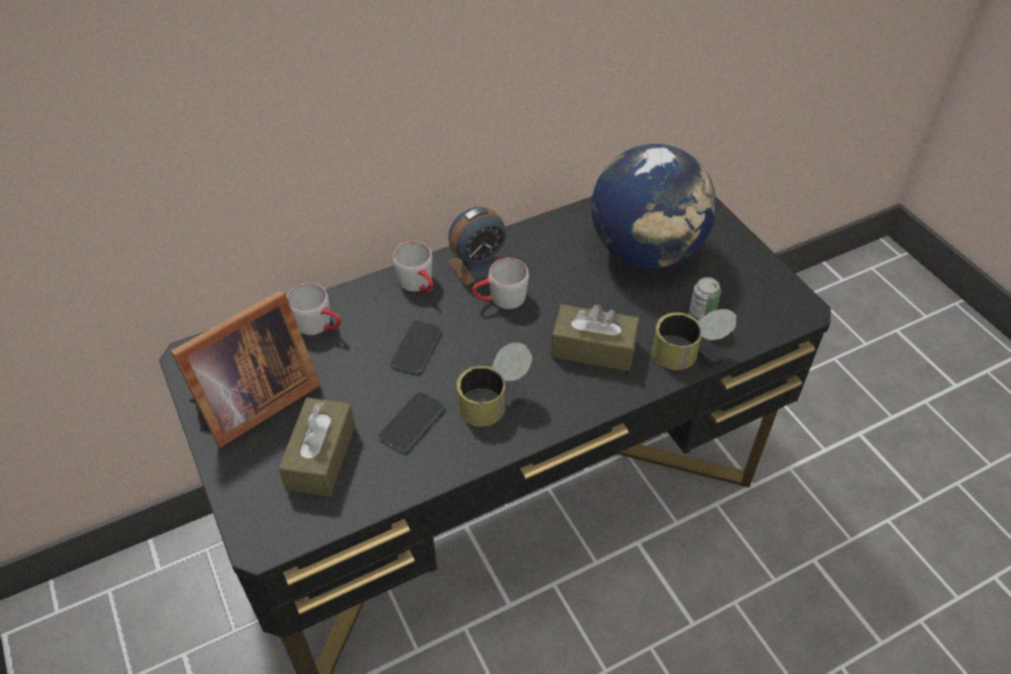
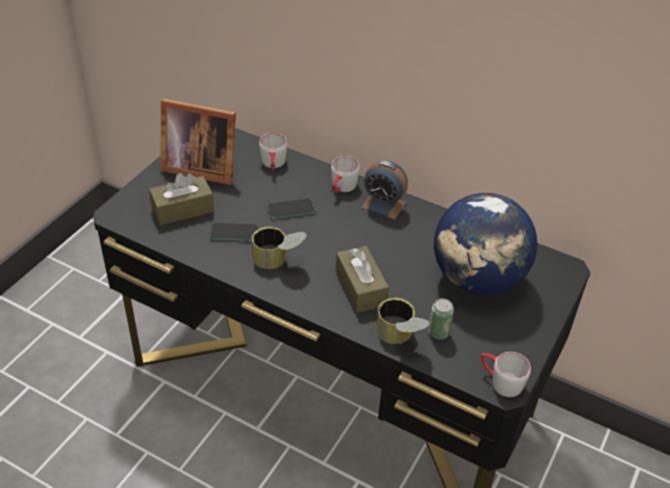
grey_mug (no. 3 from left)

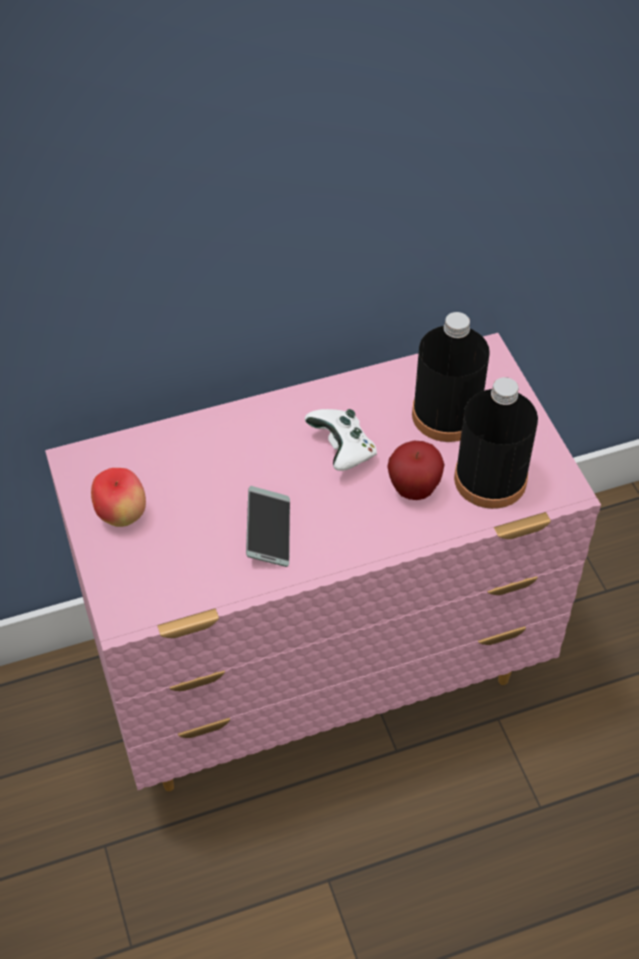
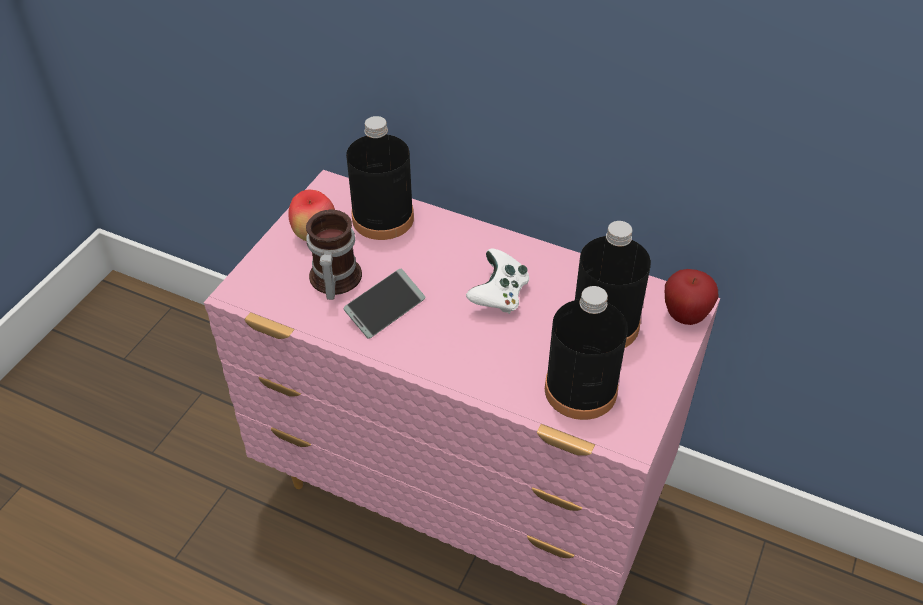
mug; black_bottle (no. 1 from left); apple (no. 2 from left)

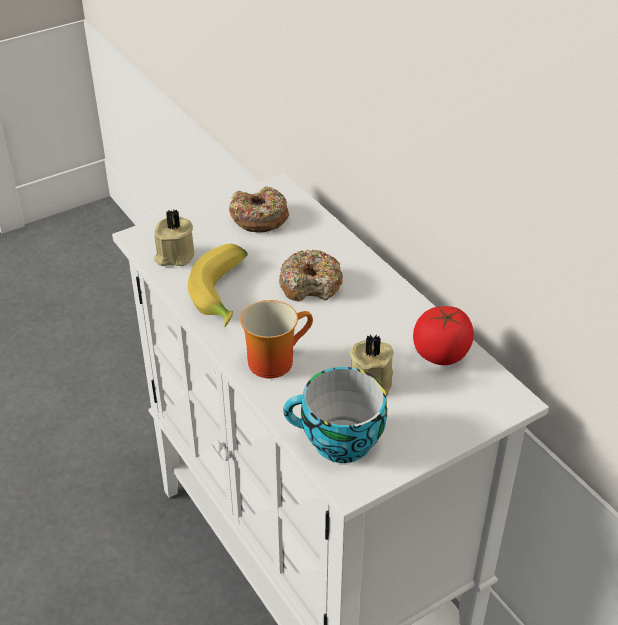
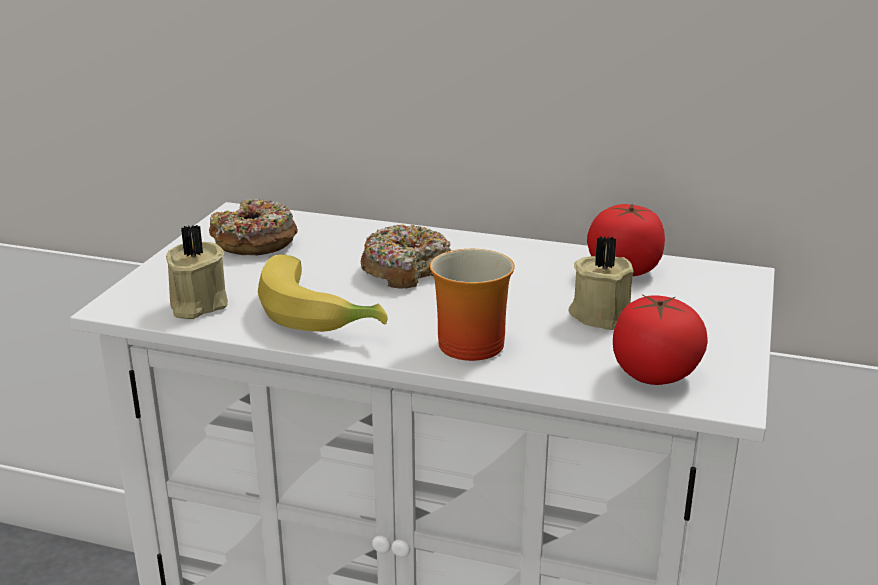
tomato (no. 2 from left)

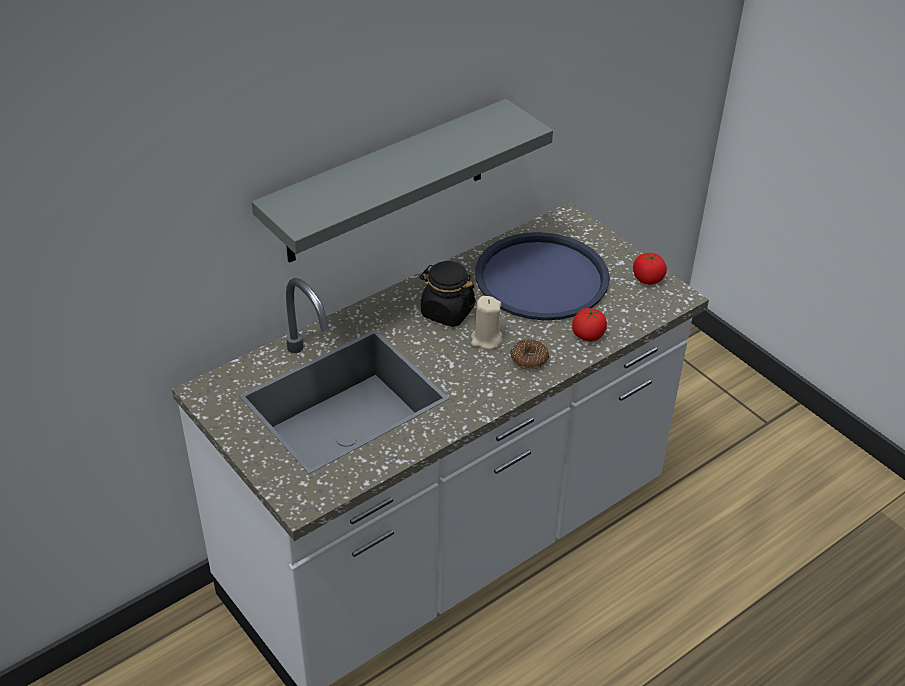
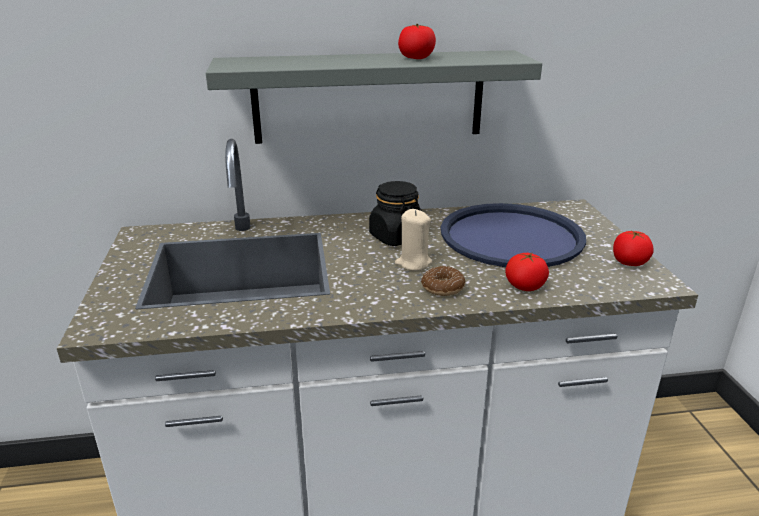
tomato (no. 1 from left)

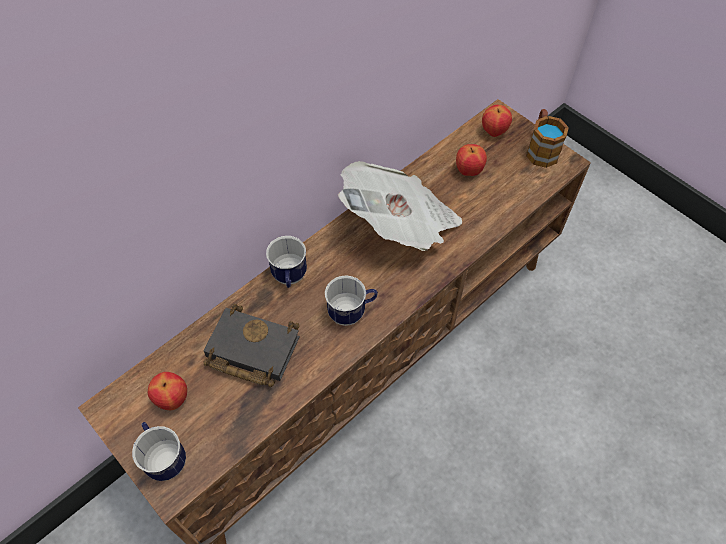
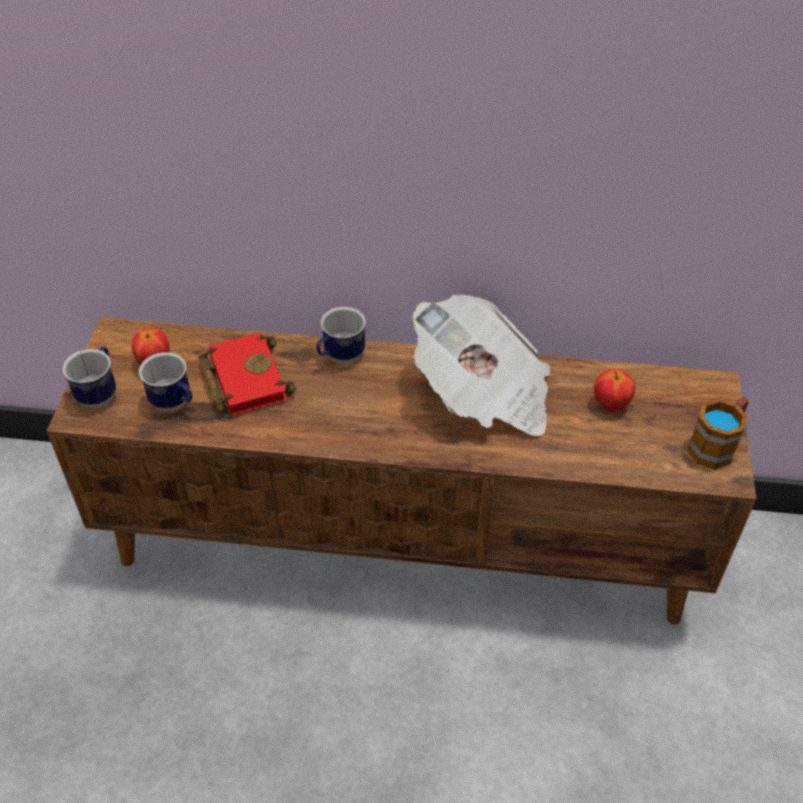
apple (no. 3 from left in the first image); mug (no. 2 from left); red_book

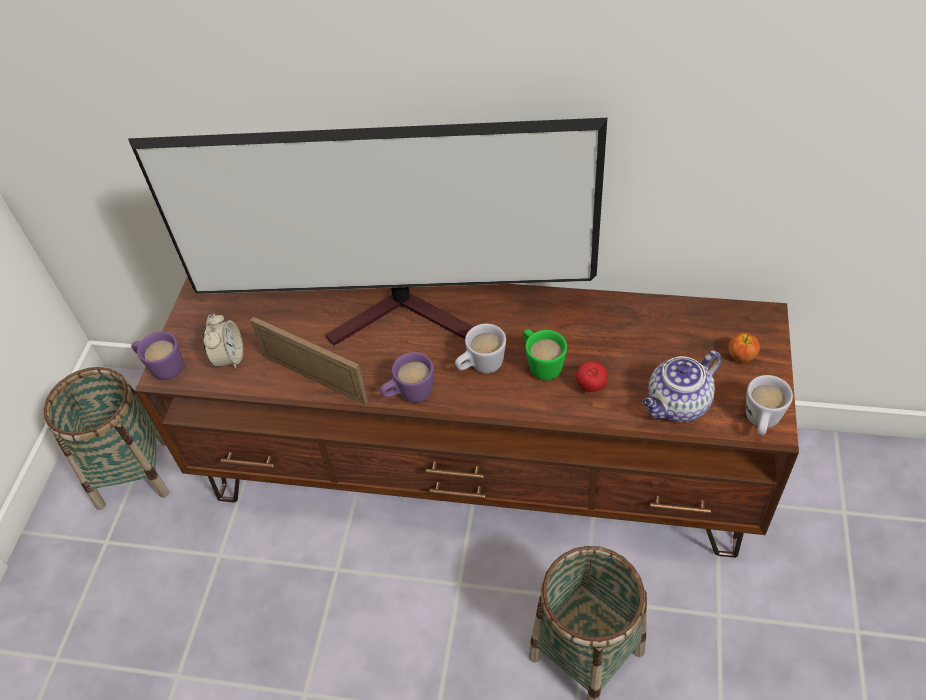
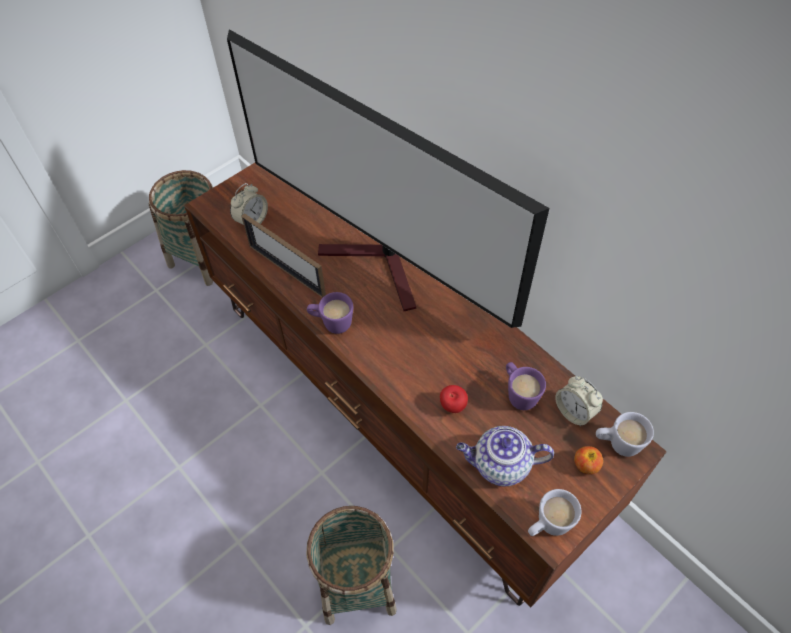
green_mug; alarm_clock (no. 2 from left); purple_mug (no. 2 from left); white_mug (no. 2 from left); picture_frame

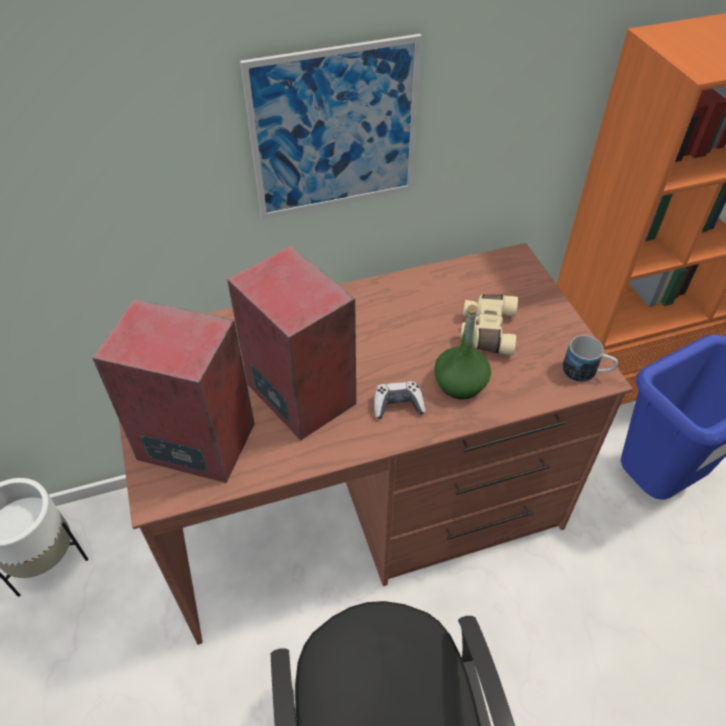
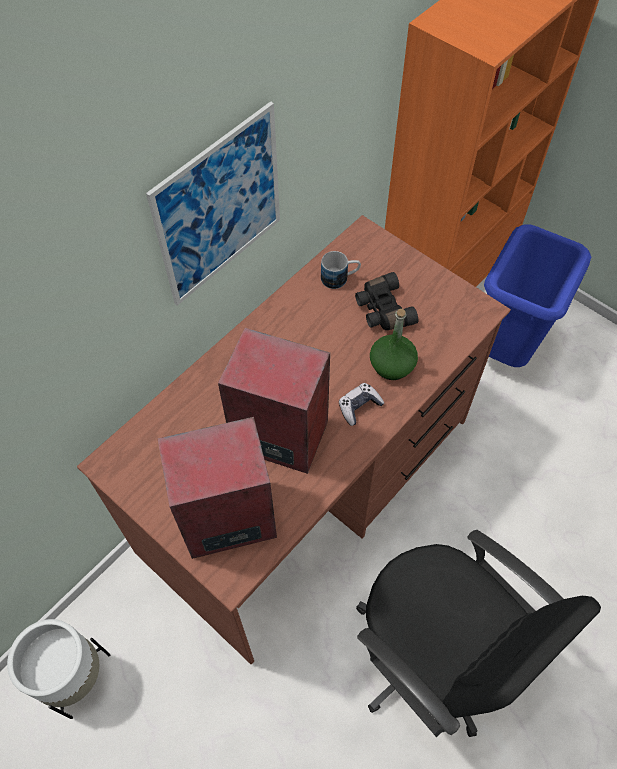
mug; black_binoculars

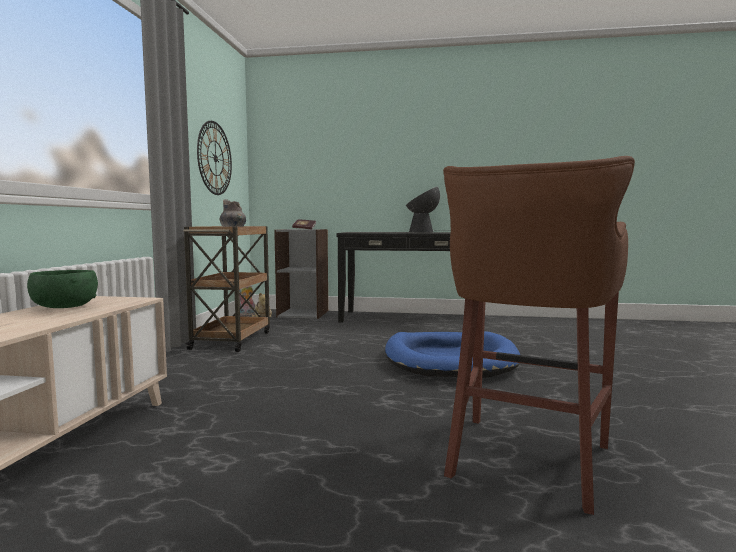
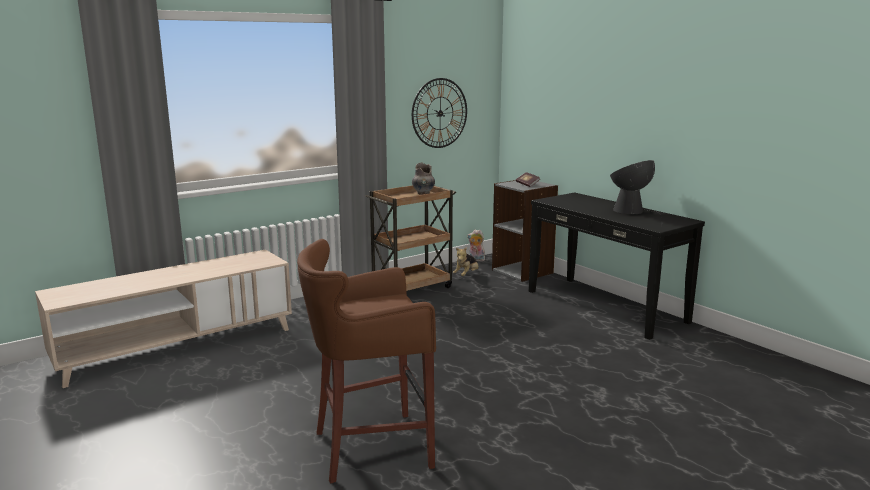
green_bowl; blue_dog_bed

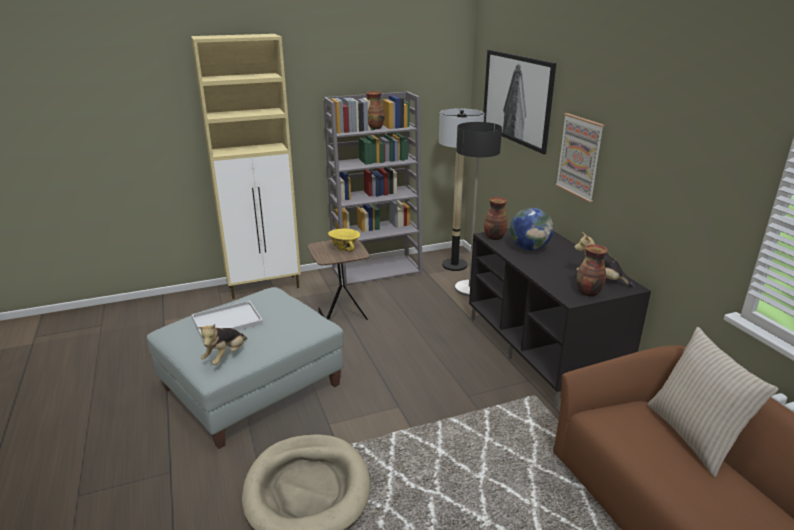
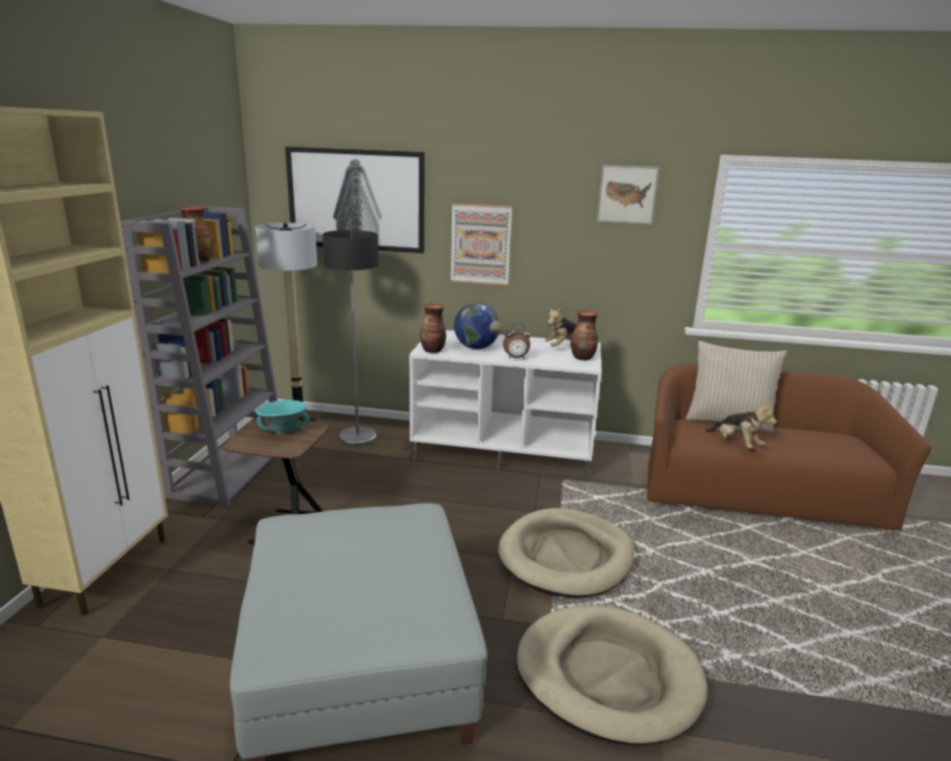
white_tray; beige_dog_bed (no. 1 from left); alarm_clock; picture (no. 3 from left); plush_toy (no. 2 from left); turquoise_bowl; white_tv_stand

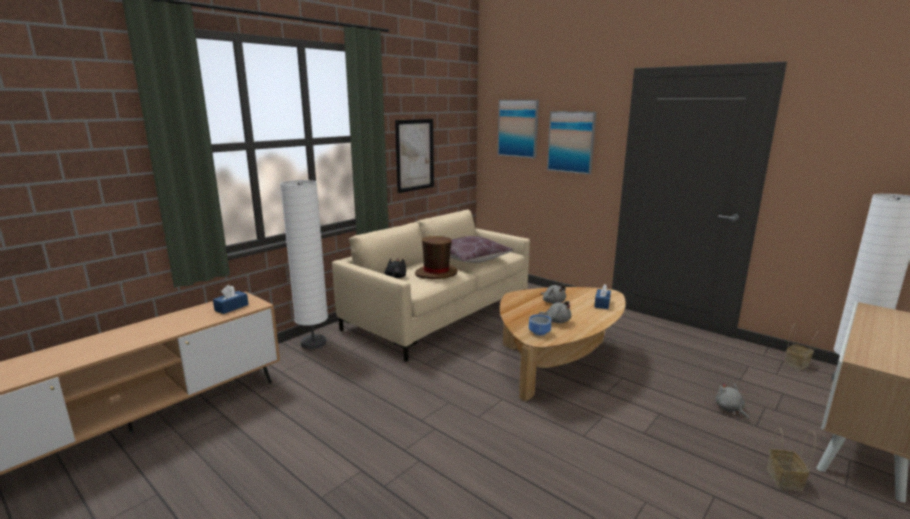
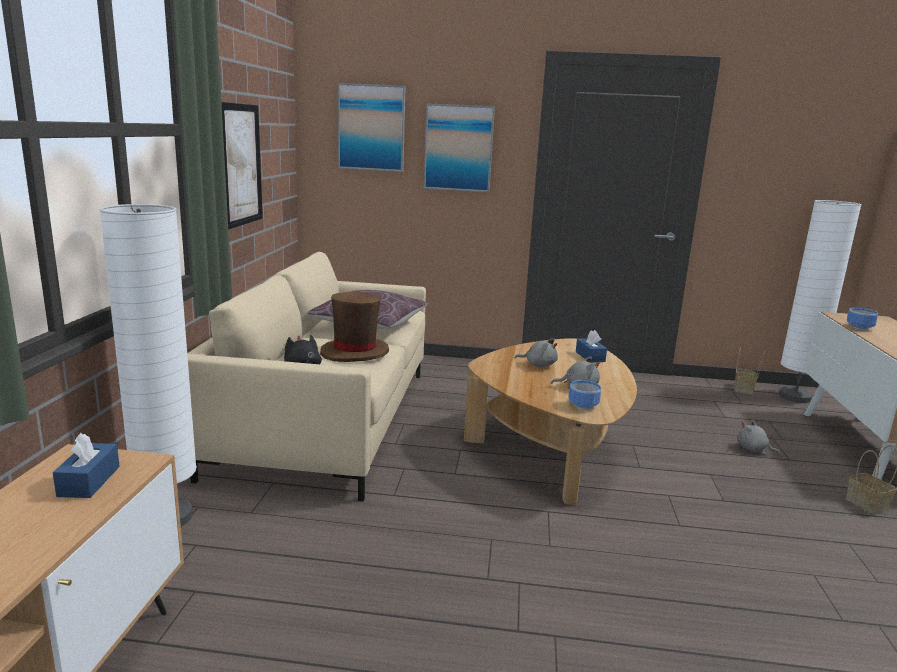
bowl (no. 2 from left)

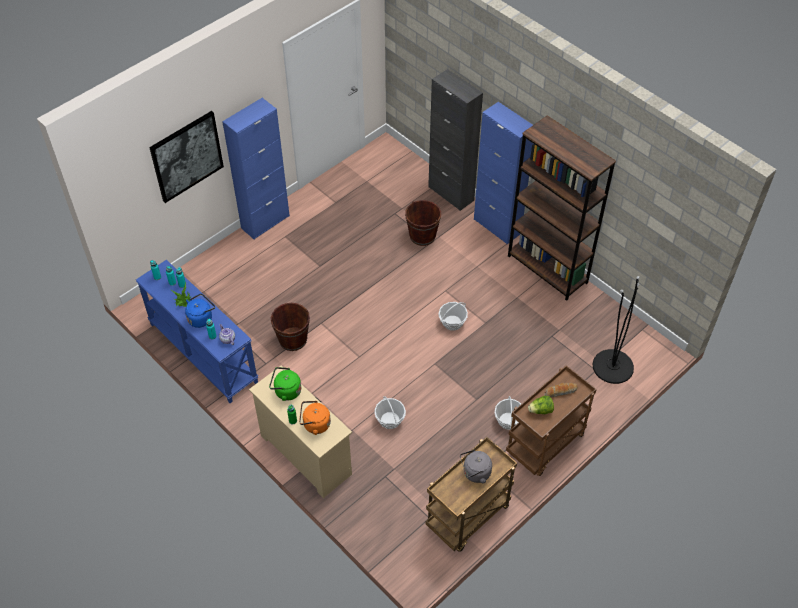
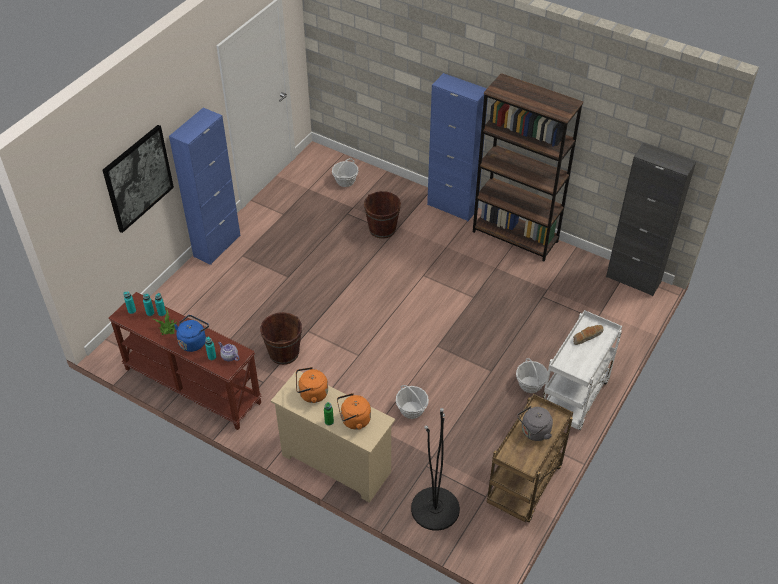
lettuce; black_cabinet; basket (no. 1 from left); black_floor_lamp; brown_console_table; orange_kettle (no. 1 from left); white_cart

